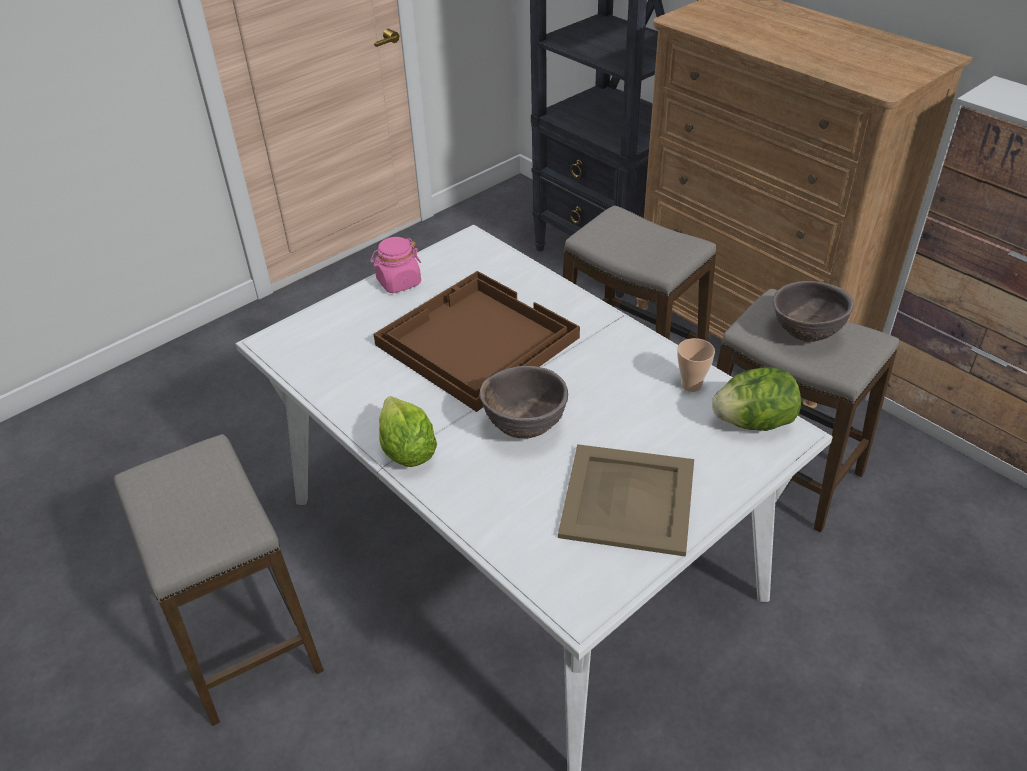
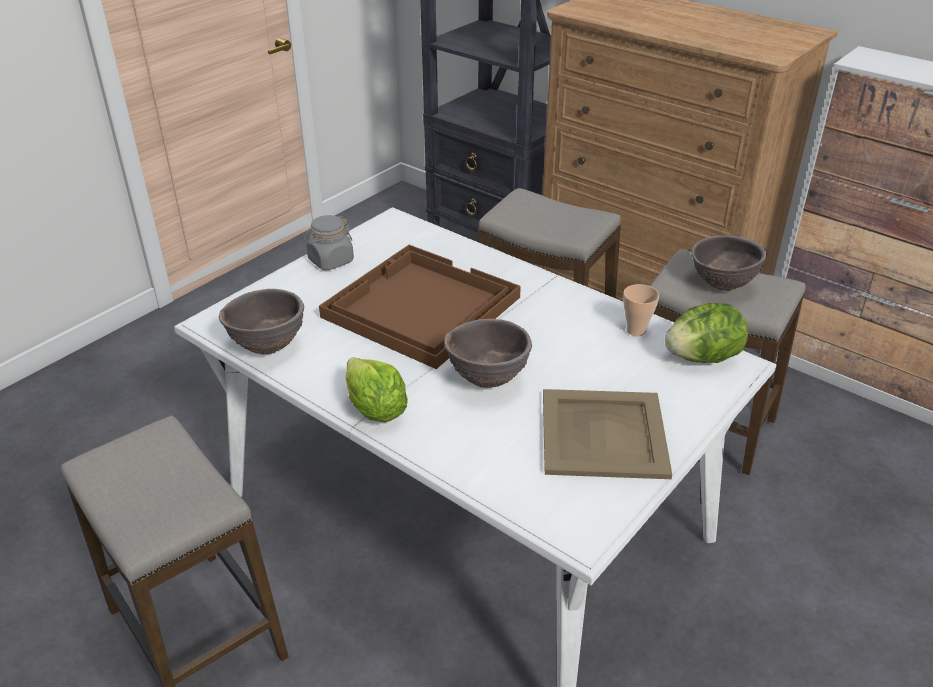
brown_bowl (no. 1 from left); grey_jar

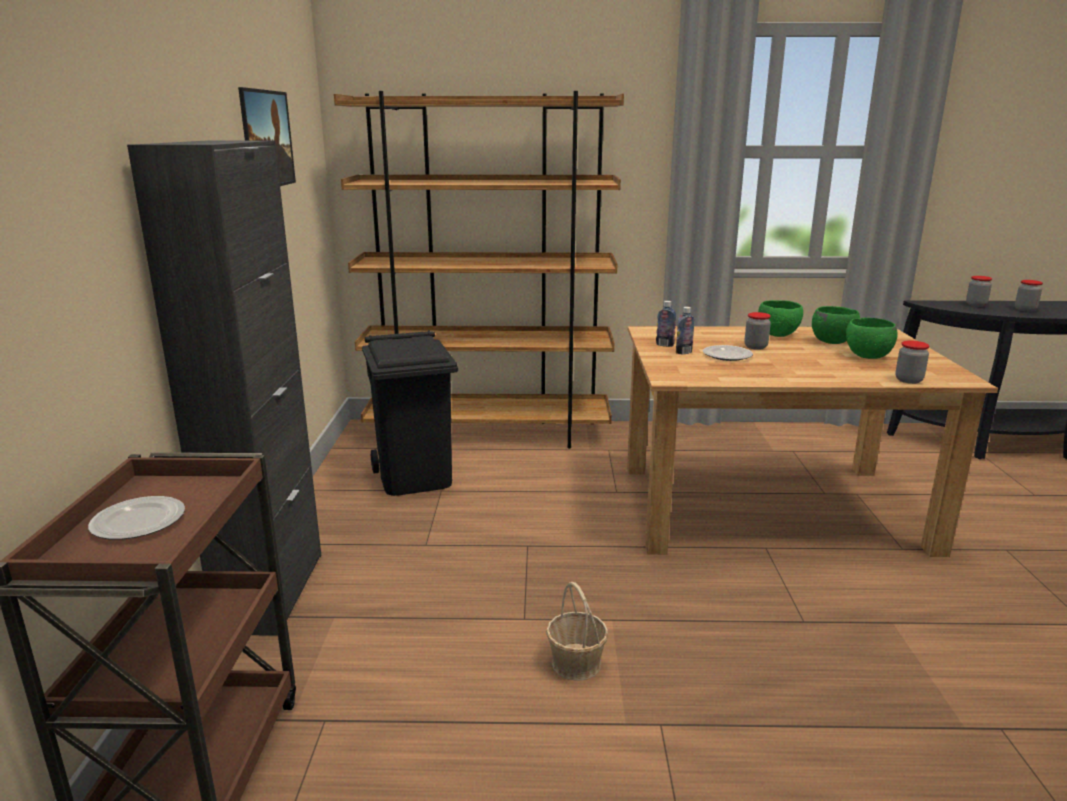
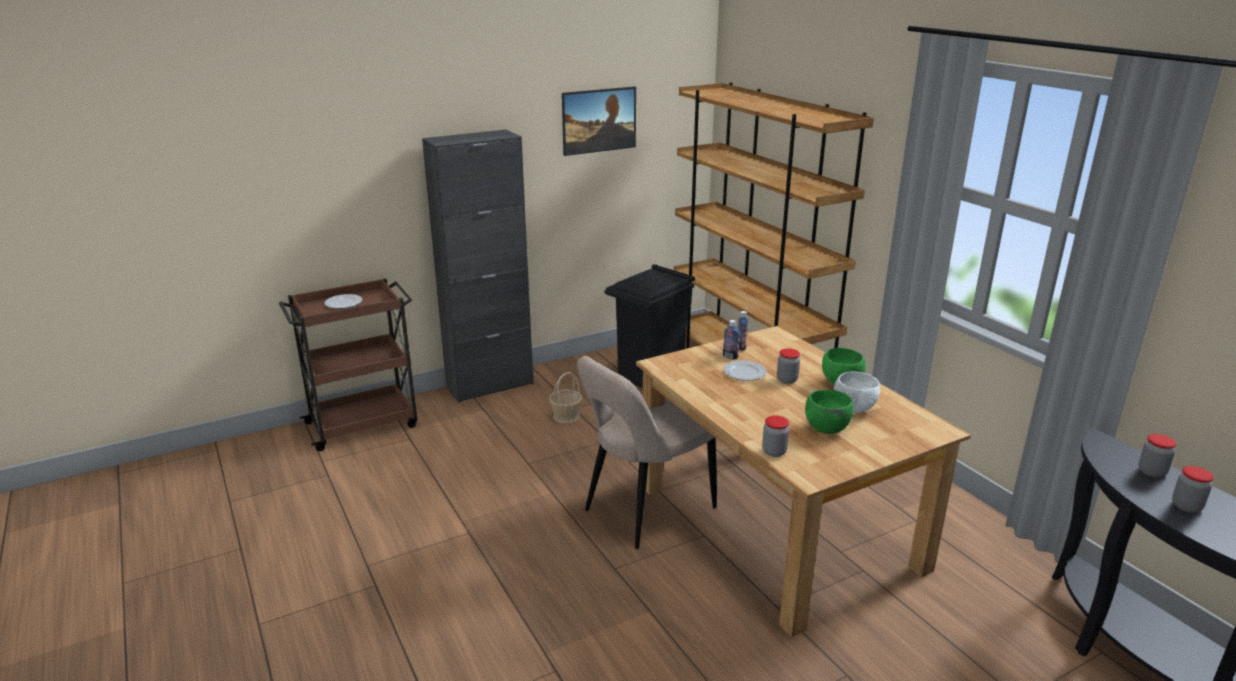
beige_chair; basket; white_bowl

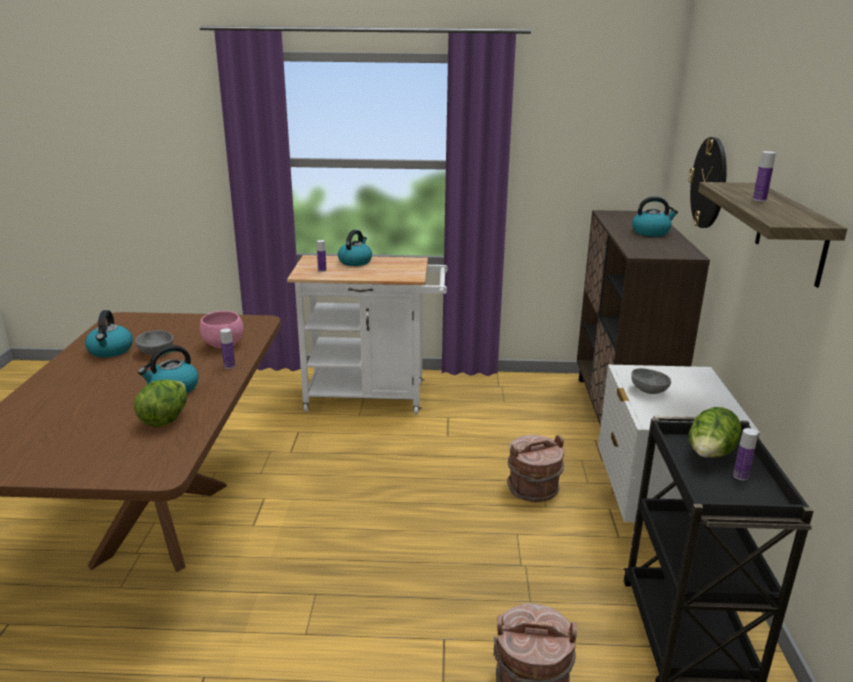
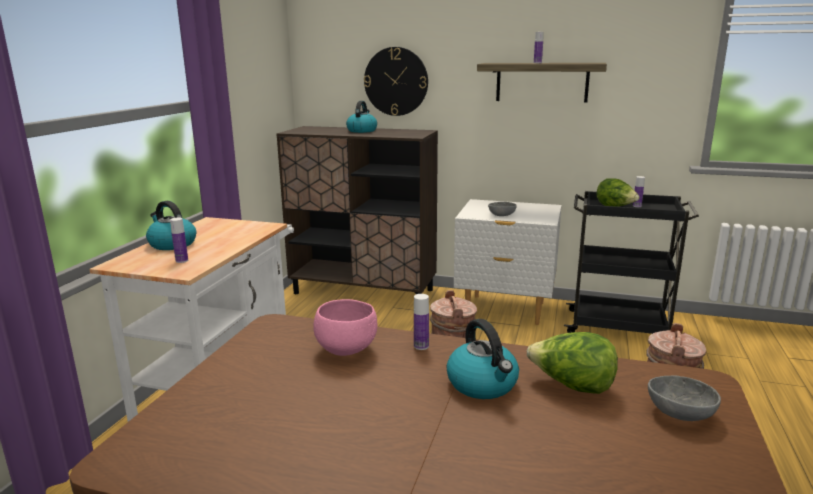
kettle (no. 1 from left in the first image); grey_bowl (no. 2 from left)

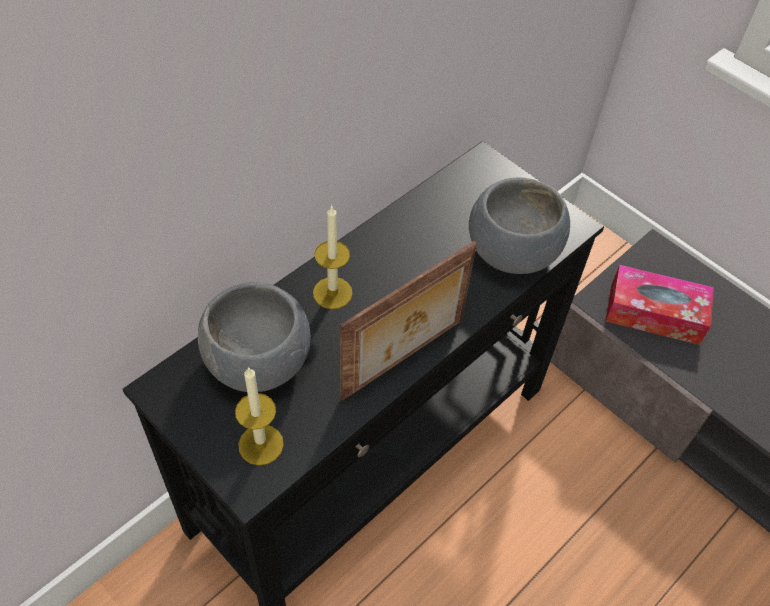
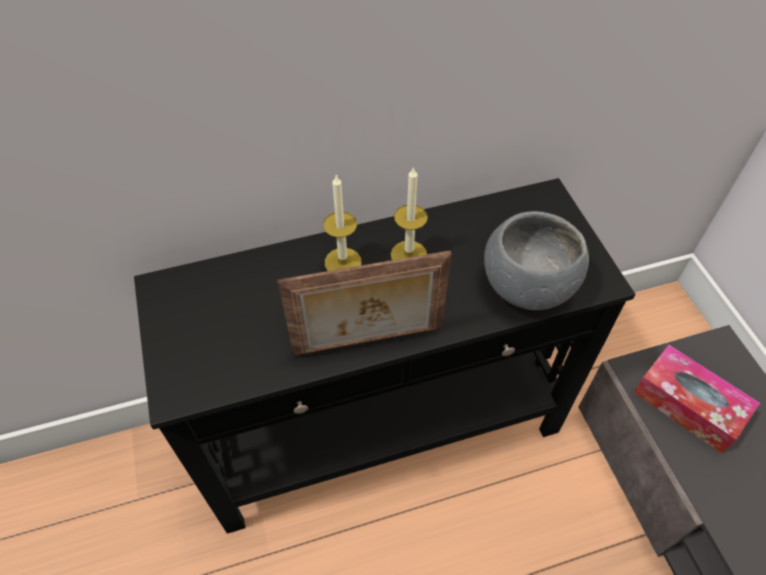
grey_bowl (no. 1 from left in the first image); candle (no. 2 from left)

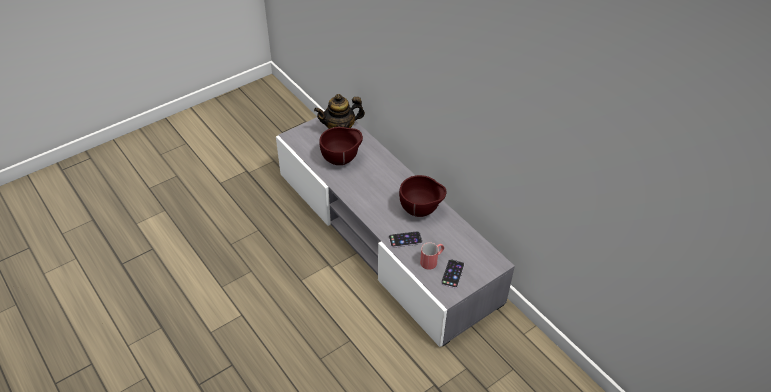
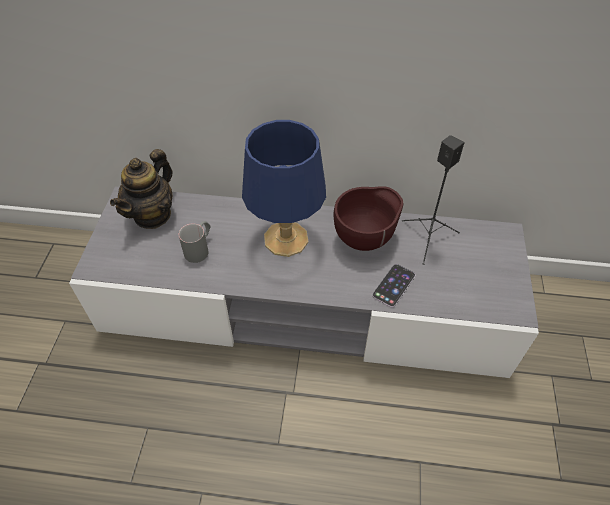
red_mug; phone (no. 2 from left in the first image); blue_table_lamp; black_speaker; grey_mug

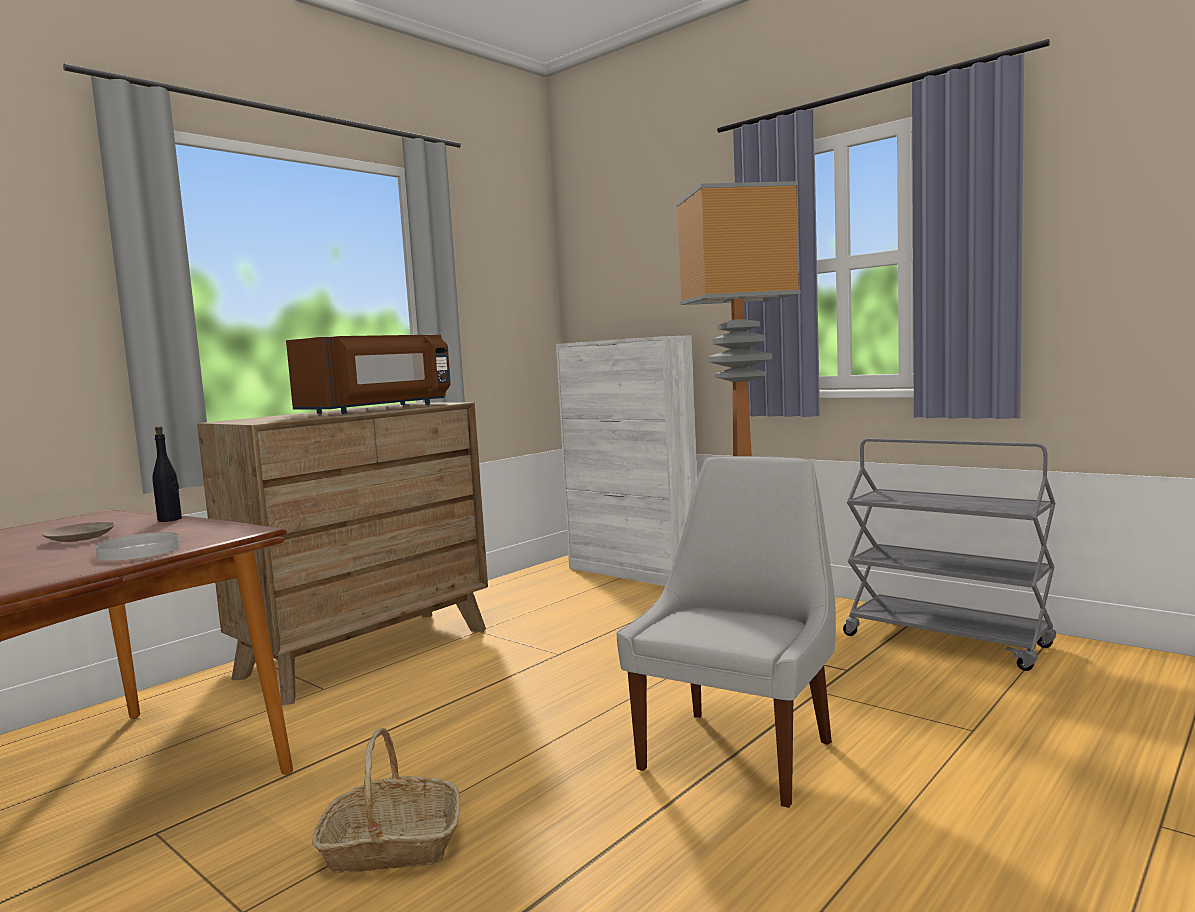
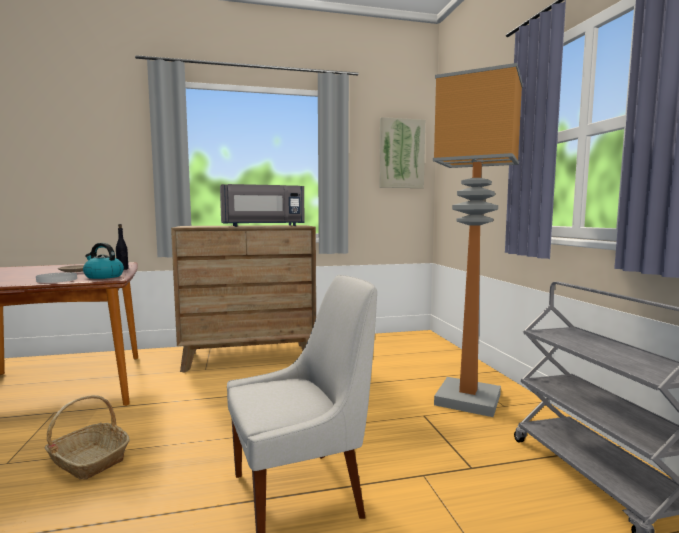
white_cabinet; kettle; picture; grey_microwave

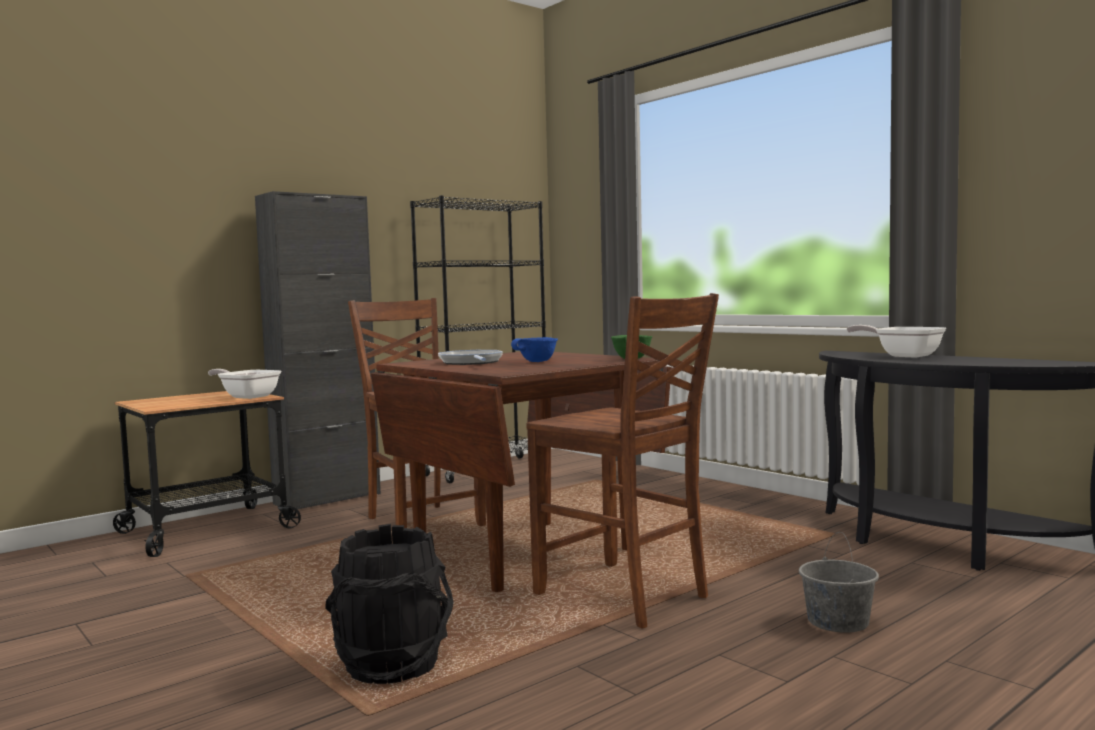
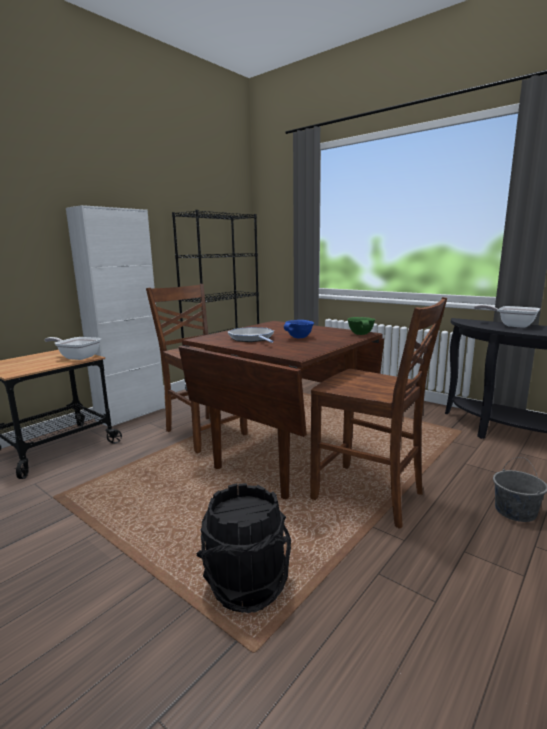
white_cabinet

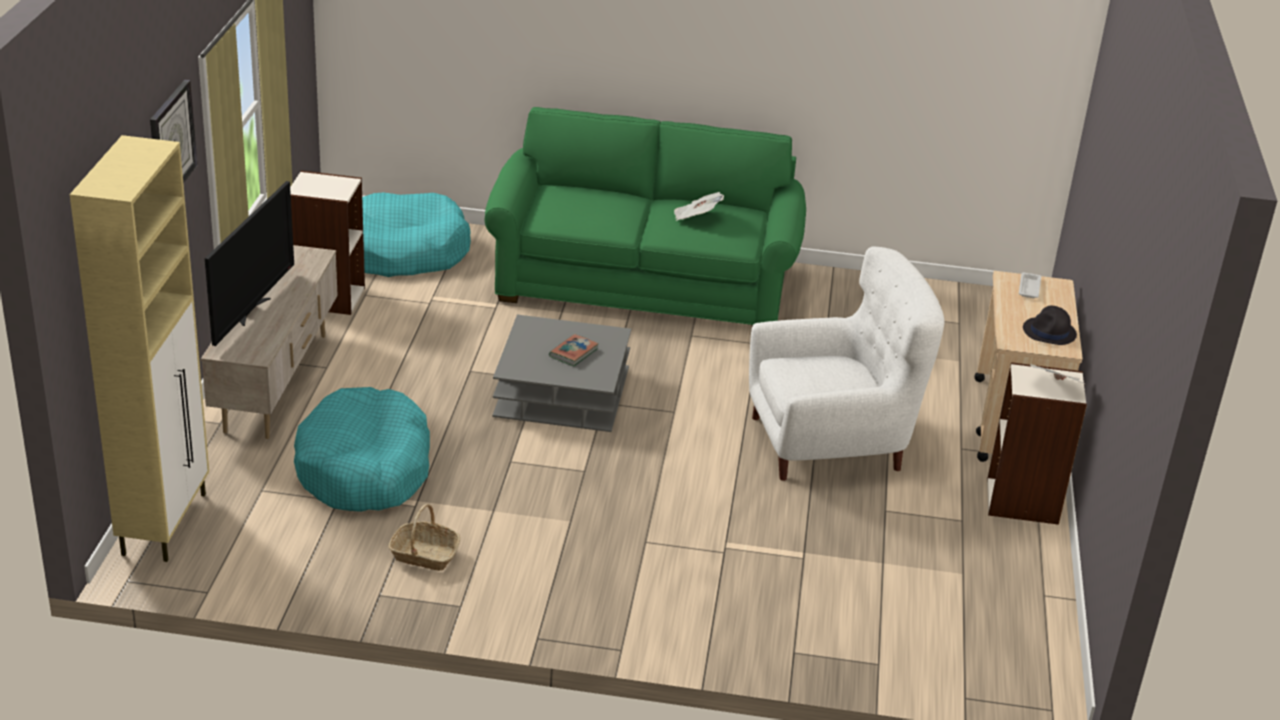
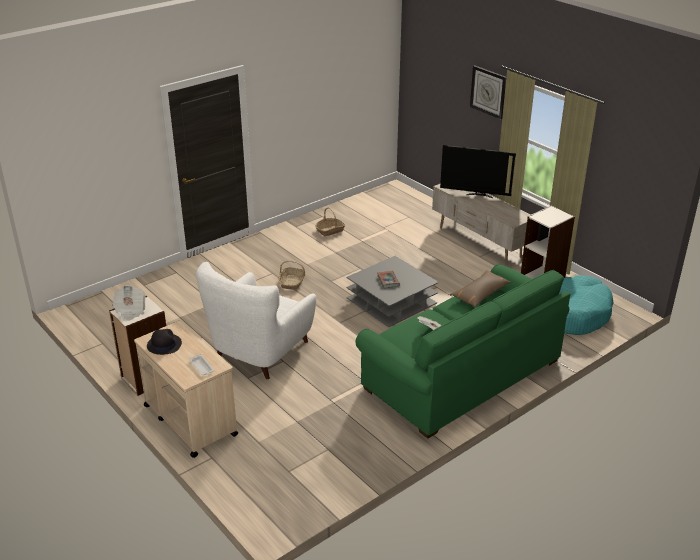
beige_cabinet; turquoise_dog_bed (no. 1 from left in the first image); basket (no. 1 from left); brown_pillow; television

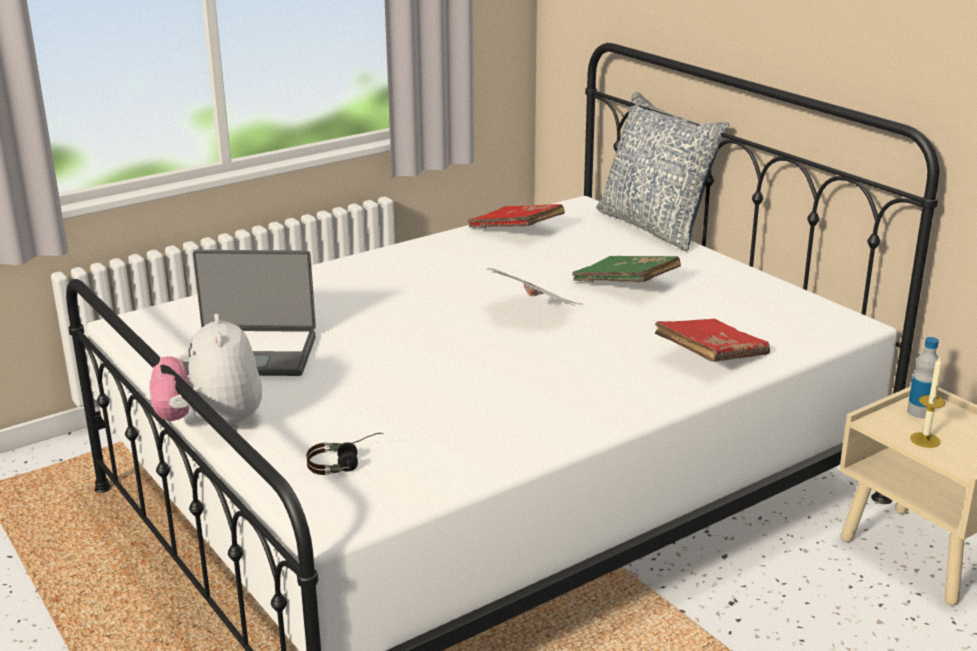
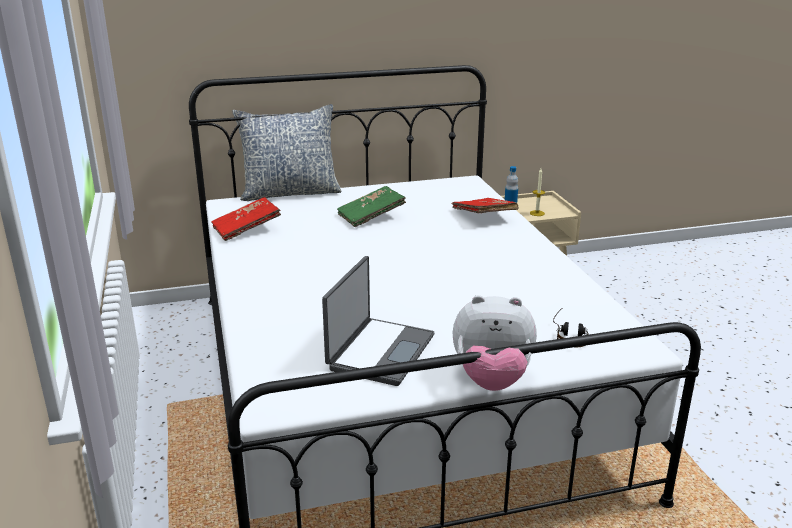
newspaper

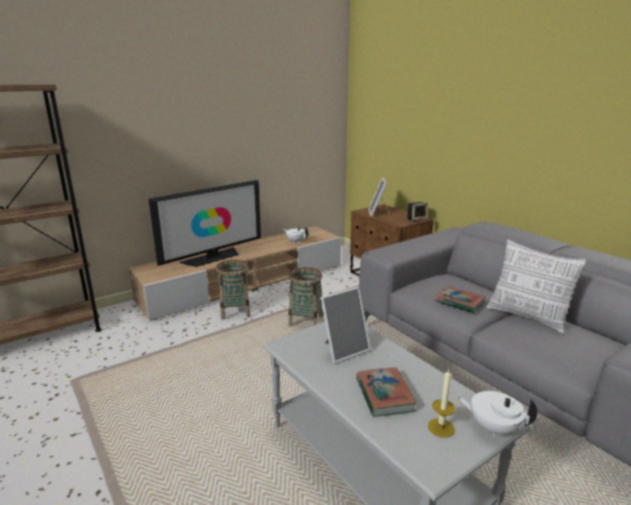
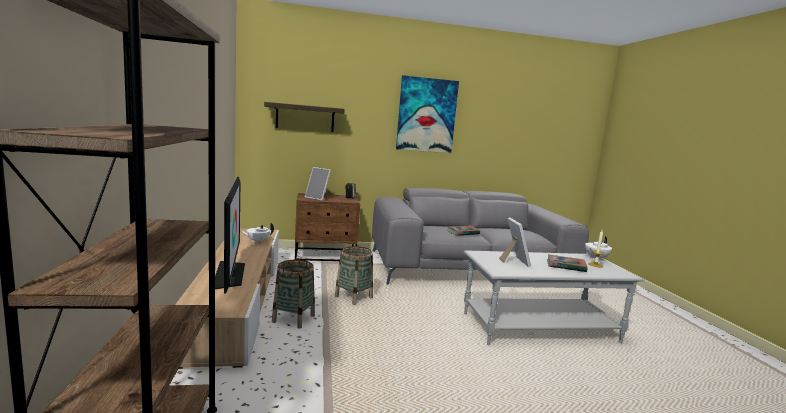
pillow; shelf; picture

